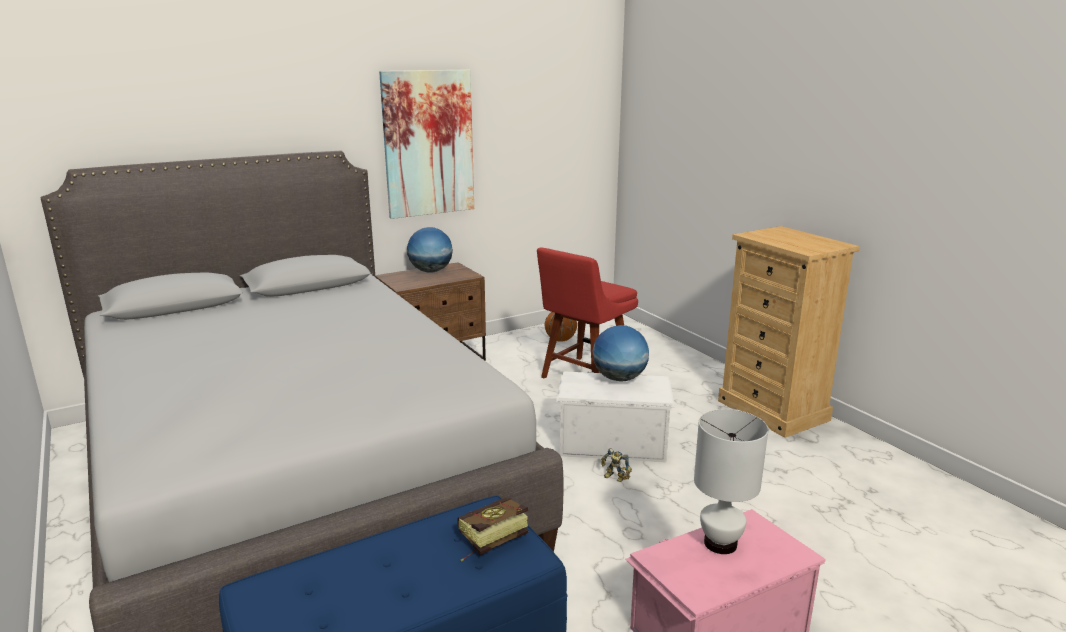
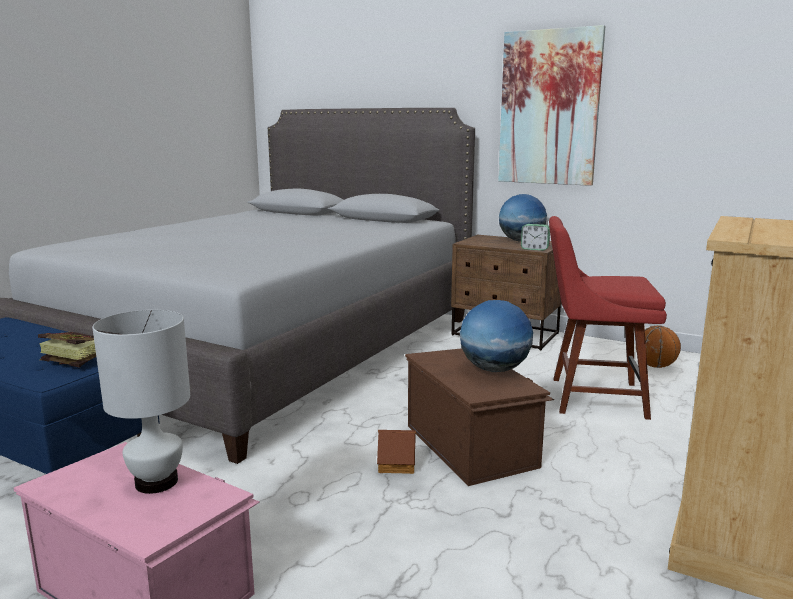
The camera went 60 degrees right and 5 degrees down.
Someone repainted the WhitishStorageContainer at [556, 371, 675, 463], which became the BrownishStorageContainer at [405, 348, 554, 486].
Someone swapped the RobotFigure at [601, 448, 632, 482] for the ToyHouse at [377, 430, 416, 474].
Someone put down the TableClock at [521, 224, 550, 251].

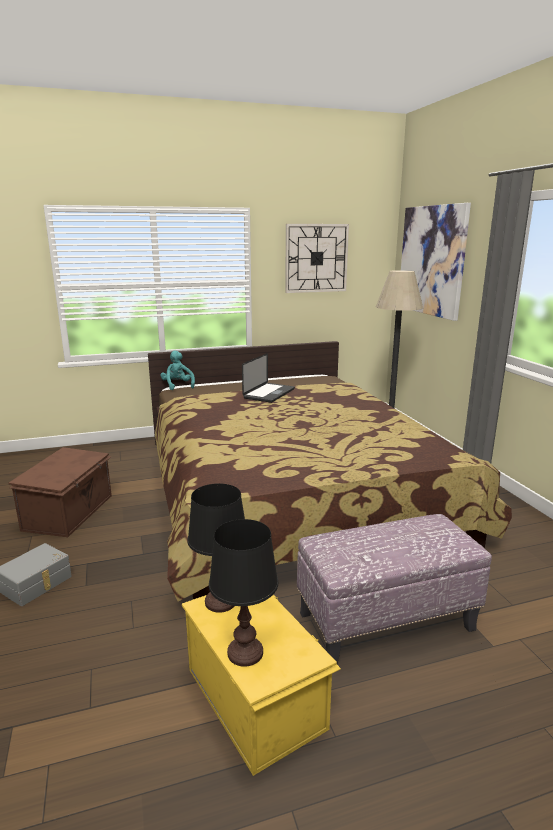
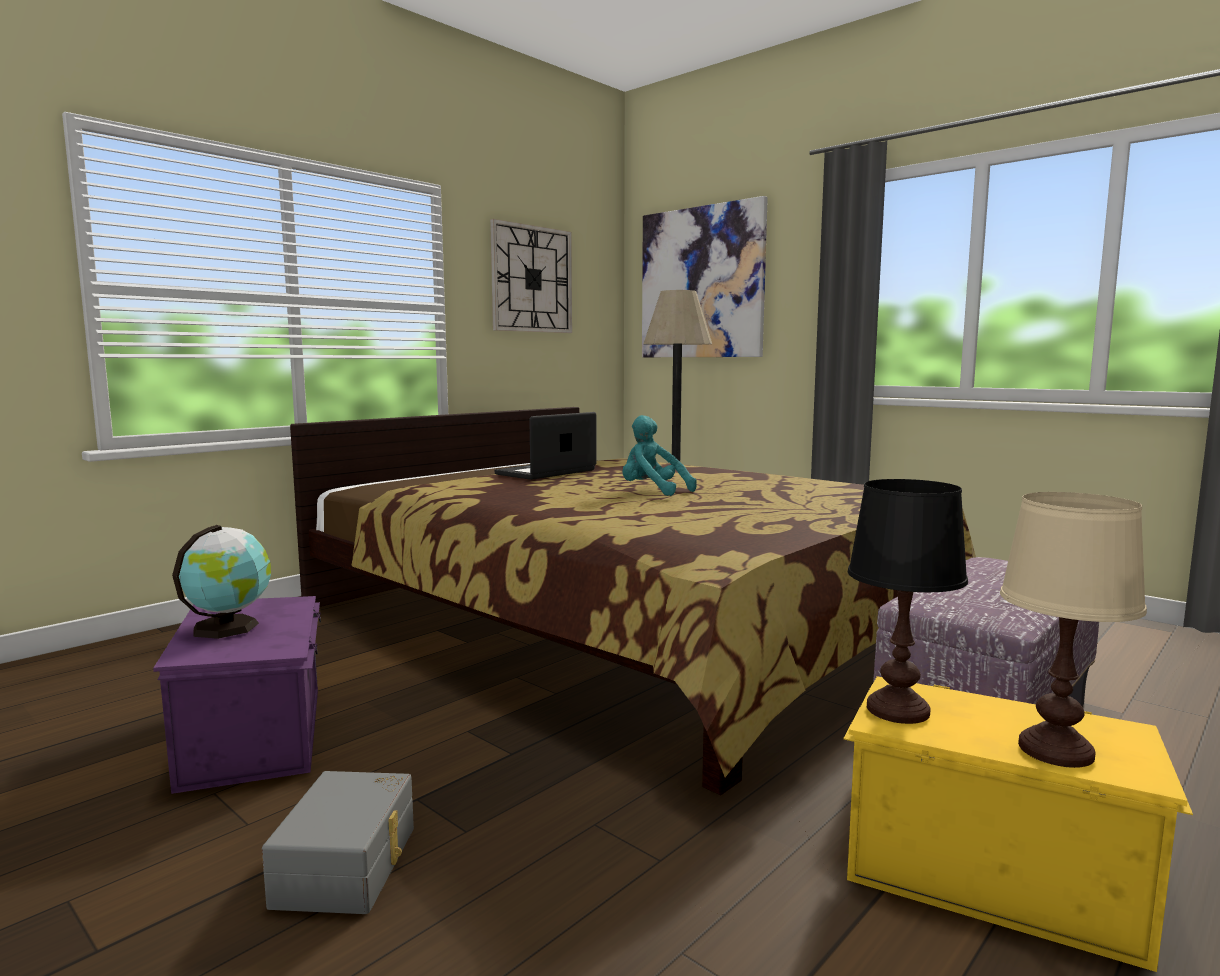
The camera went 30 degrees left and 10 degrees down.
Someone carried the TurquoiseColouredSoftToy from [160, 351, 195, 390] to [622, 415, 697, 496].
Someone rotated the NotebookComputer at [242, 353, 295, 403] by 135 degrees counterclockwise.
Someone repainted the BrownishStorageContainer at [8, 447, 112, 537], which became the PurplishStorageContainer at [153, 596, 321, 794].
Someone repainted the BlackTableLamp at [209, 519, 278, 667], which became the SandColouredTableLamp at [1000, 492, 1147, 768].
Someone put down the WorldGlobe at [172, 525, 271, 639].

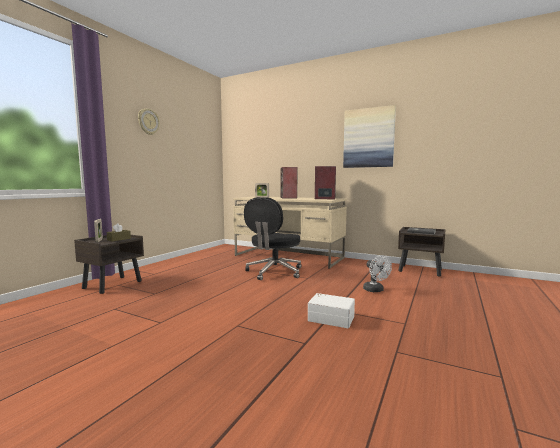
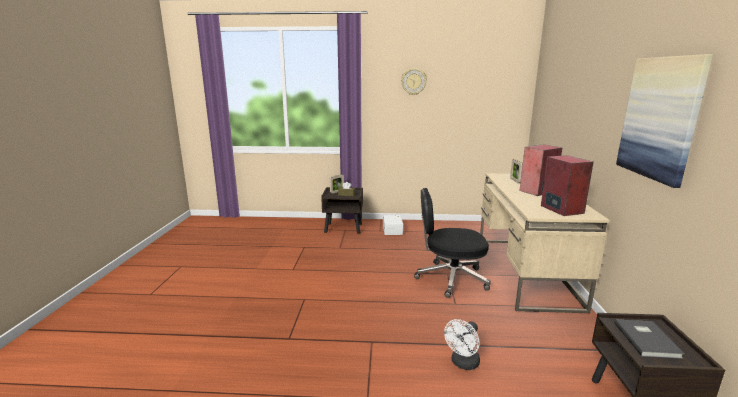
The camera went 65 degrees right and 10 degrees up.
Someone carried the WhitishStorageContainer from [308, 293, 355, 328] to [383, 215, 403, 235].

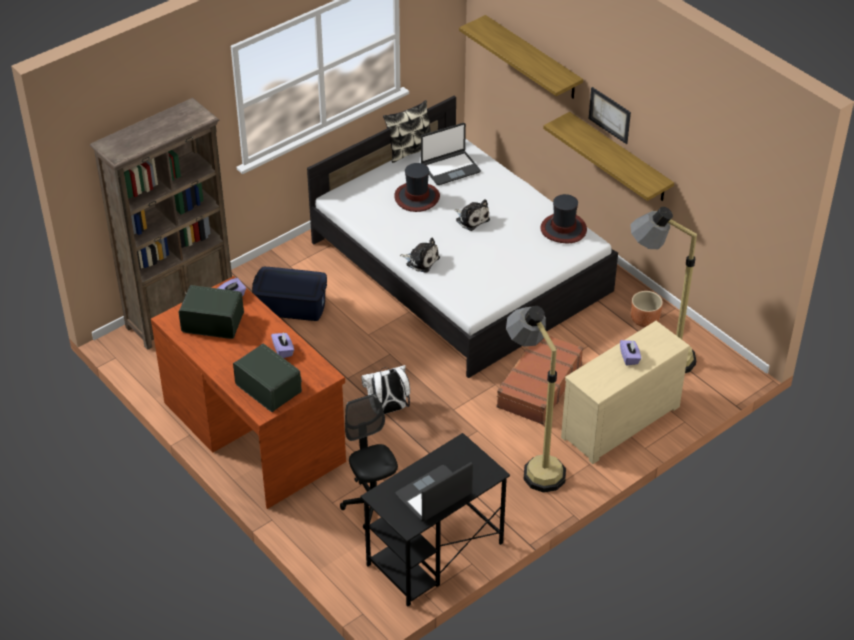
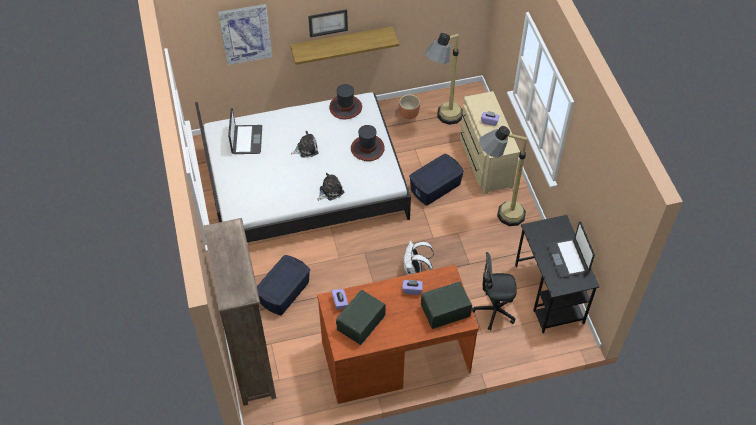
The camera went 65 degrees left and 10 degrees up.
Someone swapped the Shelf at [459, 15, 583, 99] for the WallPicture at [218, 4, 273, 65].
Someone took away the ThrowPillow at [383, 100, 431, 163].
Someone carried the Hat from [394, 163, 440, 212] to [351, 125, 385, 161].
Someone swapped the BrownishTravelCase at [497, 336, 583, 425] for the BlueStorageContainer at [409, 154, 464, 205].

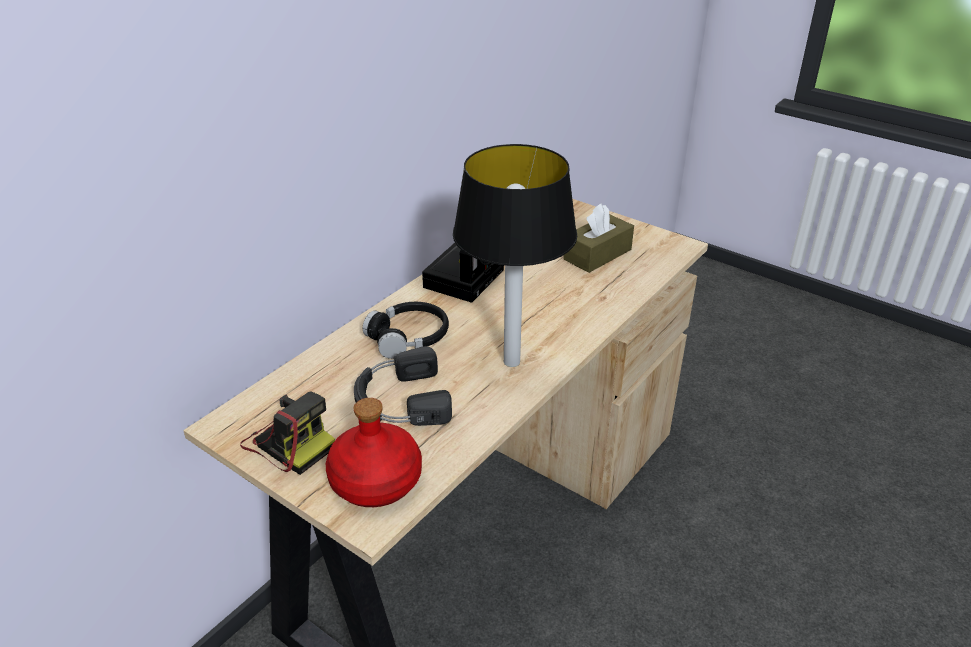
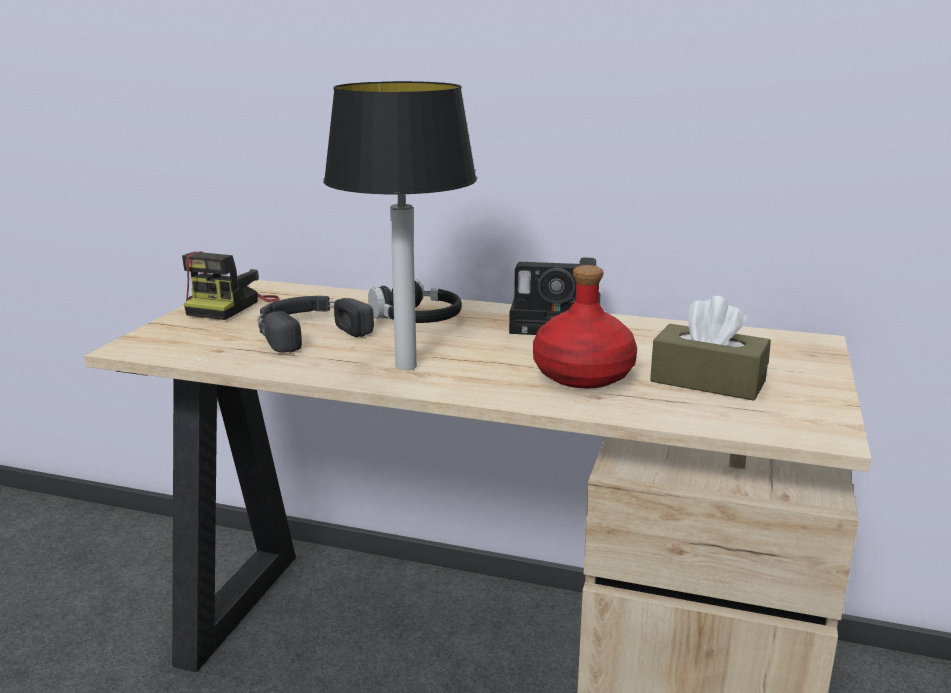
The camera went 70 degrees right and 15 degrees down.
Someone carried the ReddishDrinkBottle from [326, 398, 422, 507] to [533, 265, 637, 388].

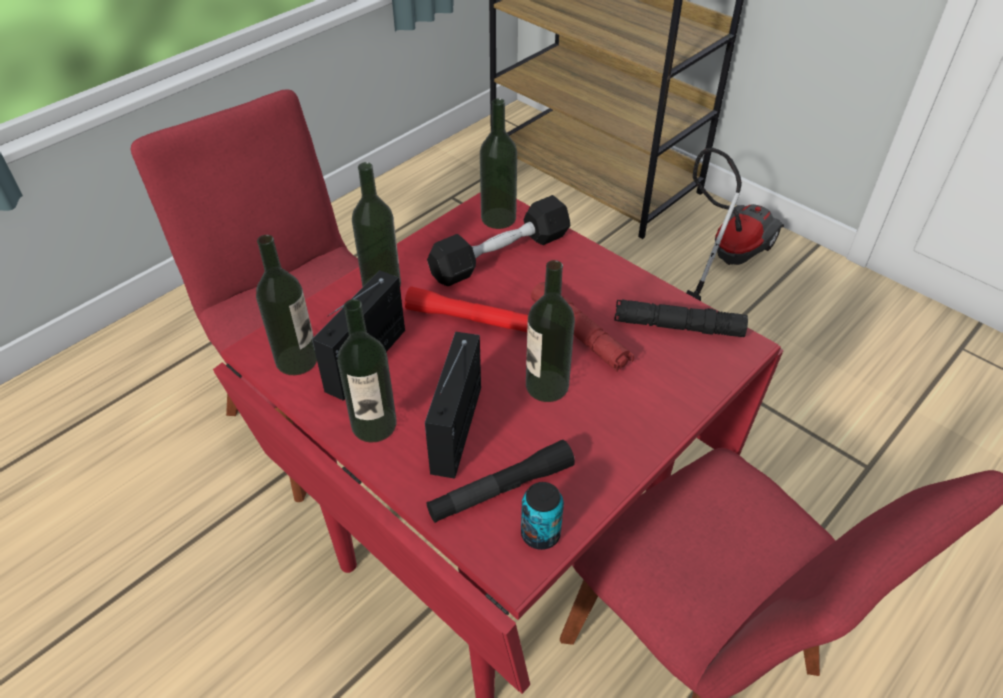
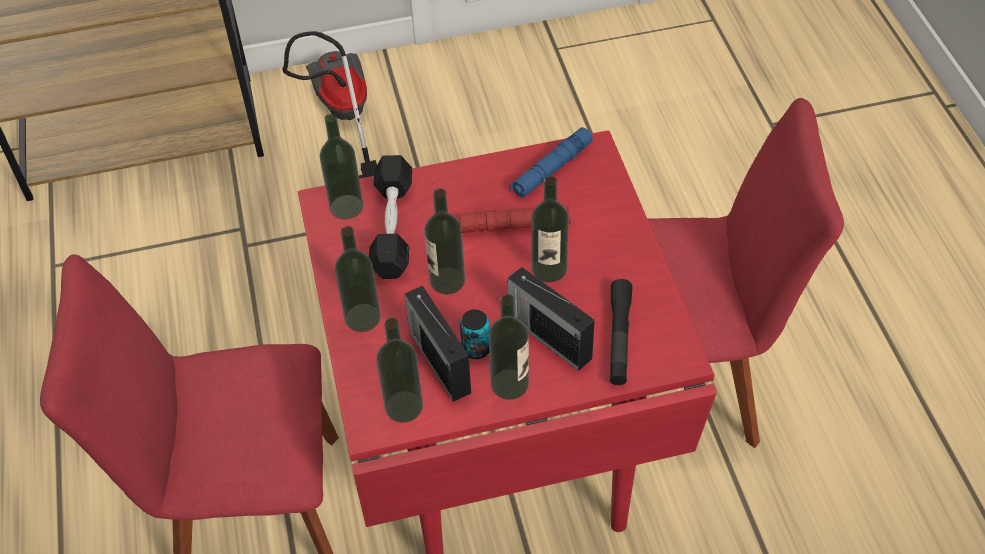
The camera went 55 degrees left and 5 degrees up.
Someone swapped the ReddishFlashlight at [405, 286, 528, 333] for the DrinkBottle at [424, 188, 465, 295].
Someone repainted the BlackFlashlight at [614, 299, 748, 337], which became the BlueFlashlight at [509, 127, 593, 199].
Someone carried the Can from [521, 482, 564, 550] to [460, 309, 490, 359].

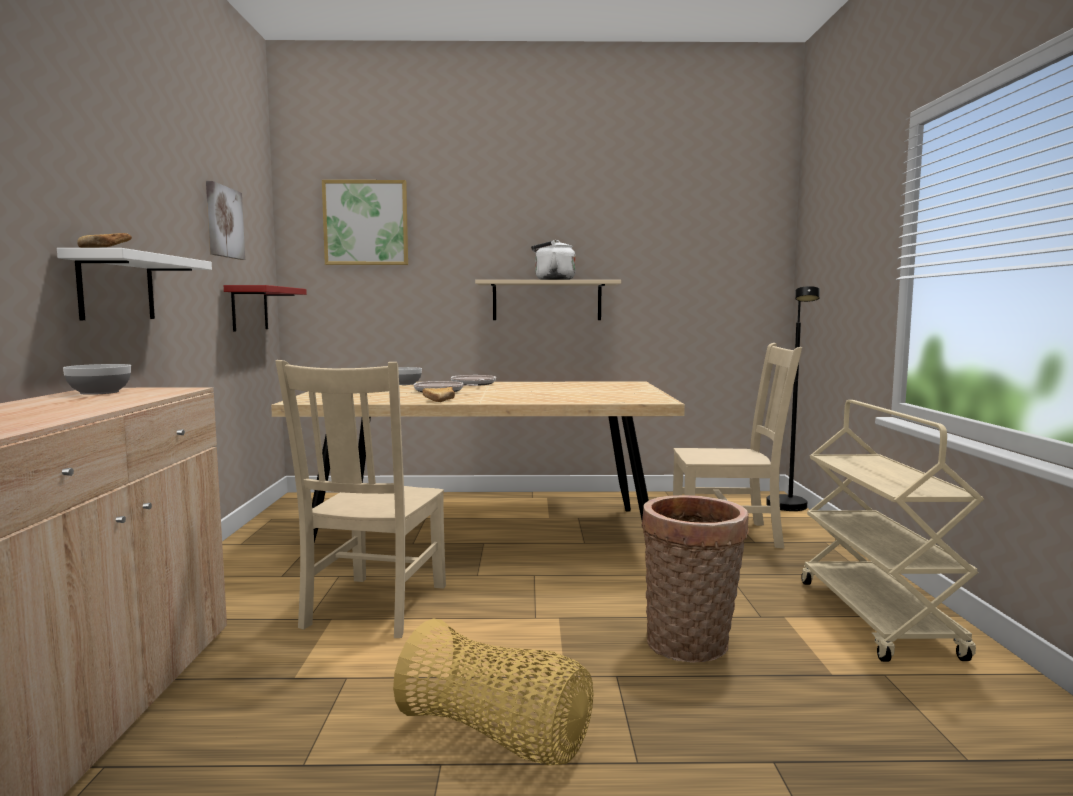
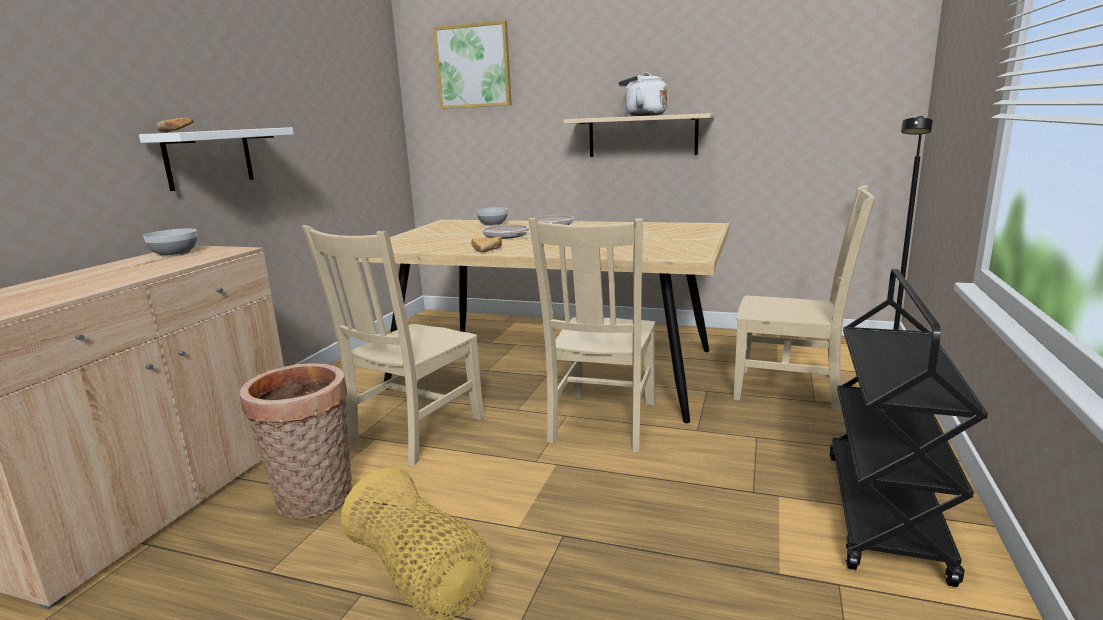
The camera went 20 degrees right and 10 degrees up.
Someone took away the WallPicture at [206, 181, 245, 260].
Someone took away the ReddishShelf at [224, 285, 307, 332].
Someone repainted the SandColouredWheeledCart at [801, 400, 984, 662], which became the BlackWheeledCart at [829, 269, 988, 587].
Someone carried the StorageBasket from [641, 495, 749, 662] to [240, 363, 352, 518].
Someone put down the SandColouredPlainChair at [528, 218, 655, 452].

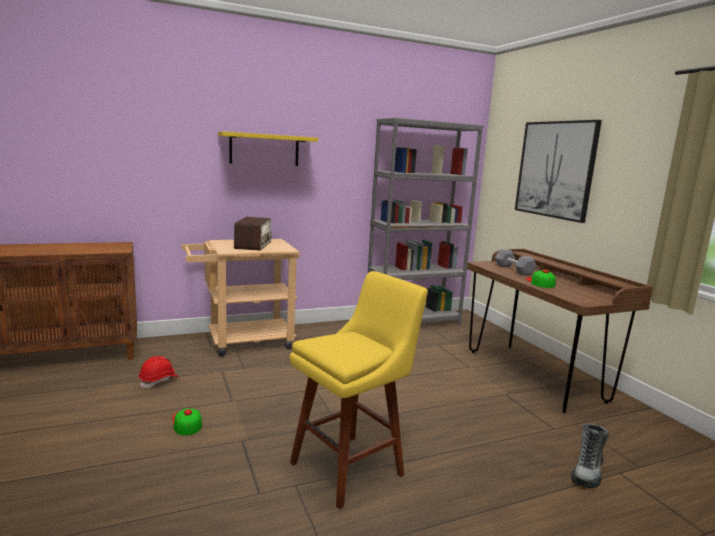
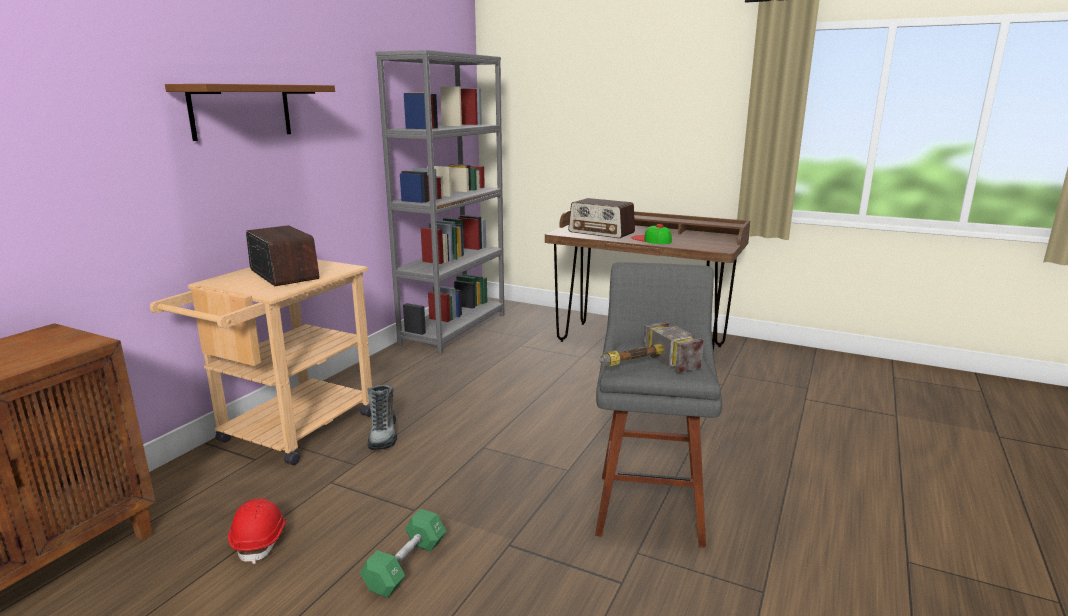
The camera went 40 degrees left and 5 degrees up.
Someone took away the WallPicture at [515, 120, 602, 223].
Someone repainted the YellowishShelf at [218, 131, 318, 166], which became the BrownishShelf at [165, 84, 335, 141].
Someone swapped the GreyishDumbbell at [495, 249, 537, 275] for the RadioReceiver at [568, 198, 635, 238].
Someone repainted the YellowishStool at [290, 271, 428, 510], which became the GreyishStool at [595, 262, 722, 548].
Someone swapped the PeakedCap at [172, 408, 202, 436] for the GreenColouredDumbbell at [360, 509, 446, 598].
Someone carried the TallBoot from [571, 424, 609, 488] to [367, 385, 397, 450].
Someone put down the HandHammer at [599, 322, 704, 373].

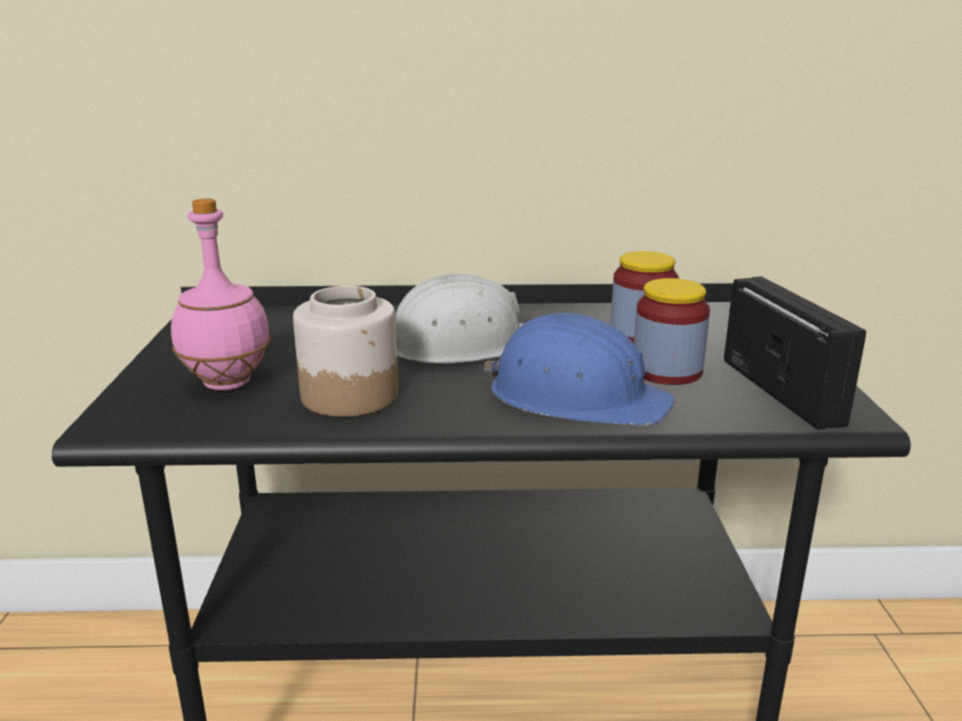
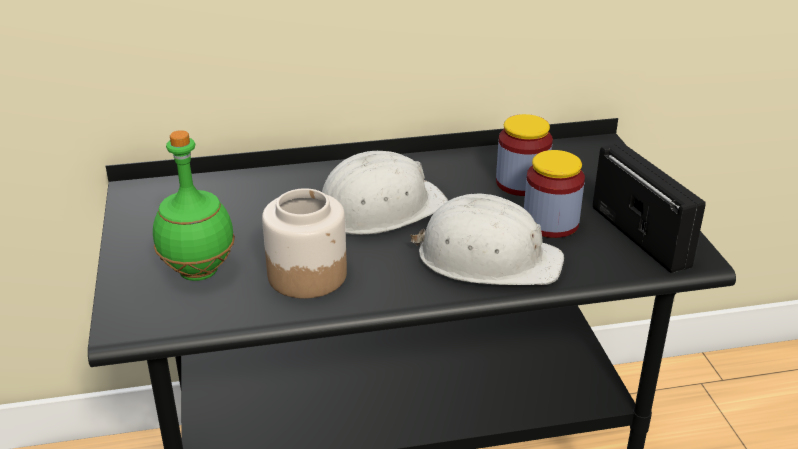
The camera went 10 degrees left and 10 degrees up.
Someone repainted the PinkColouredDrinkBottle at [171, 198, 271, 390], which became the GreenColouredDrinkBottle at [153, 130, 235, 281].
Someone repainted the BlueHardHat at [483, 313, 675, 426], which became the WhitishHardHat at [410, 194, 564, 285].

